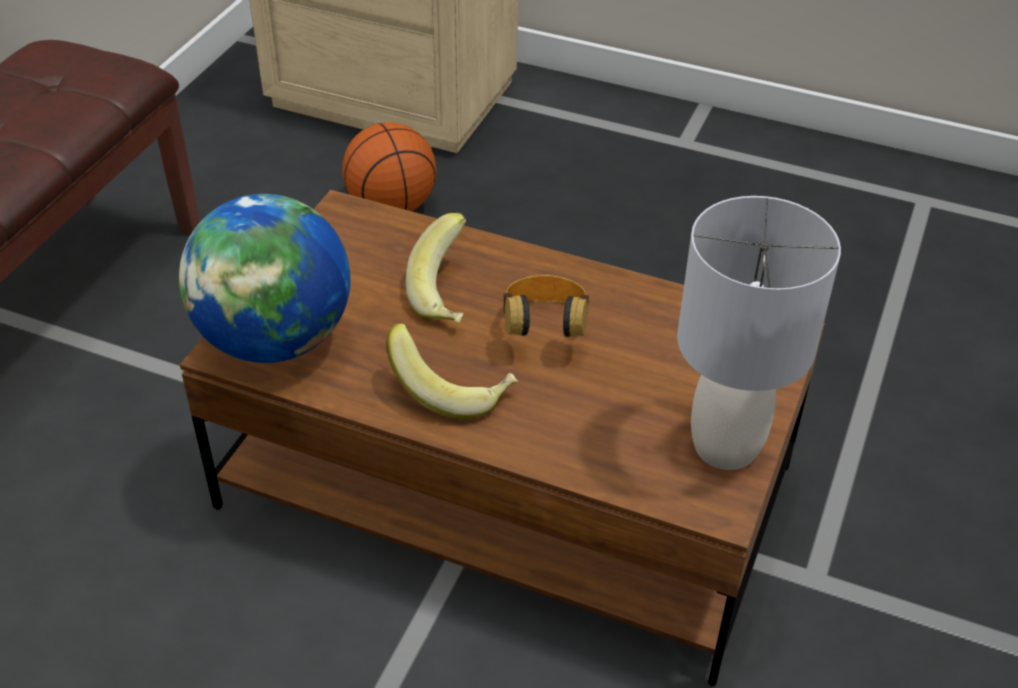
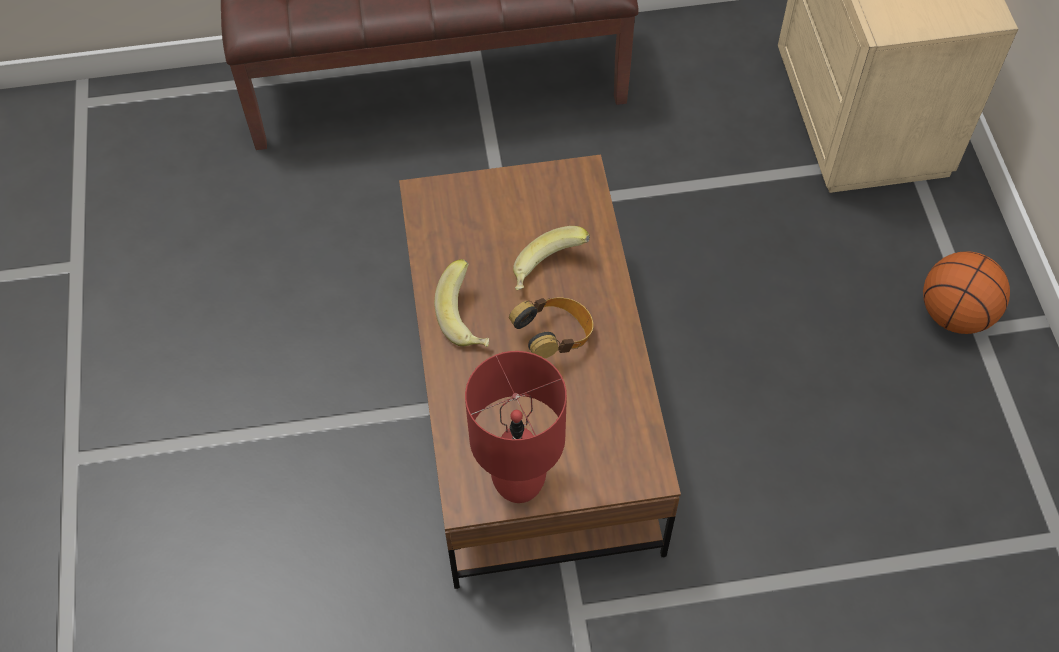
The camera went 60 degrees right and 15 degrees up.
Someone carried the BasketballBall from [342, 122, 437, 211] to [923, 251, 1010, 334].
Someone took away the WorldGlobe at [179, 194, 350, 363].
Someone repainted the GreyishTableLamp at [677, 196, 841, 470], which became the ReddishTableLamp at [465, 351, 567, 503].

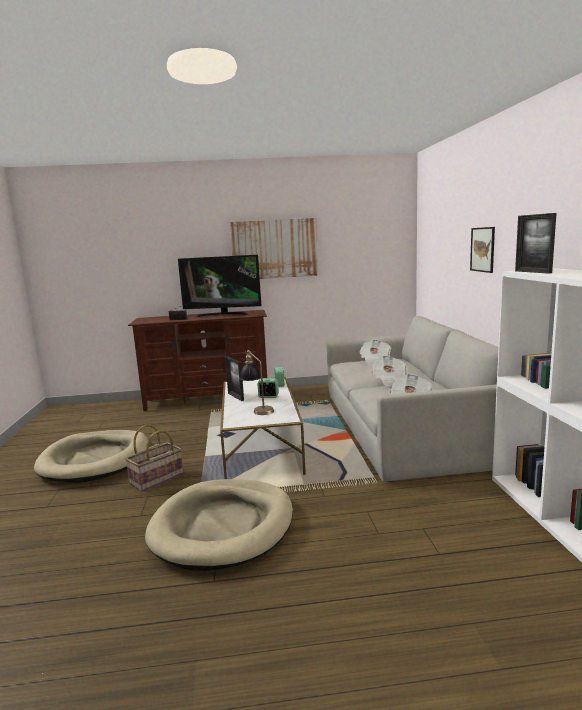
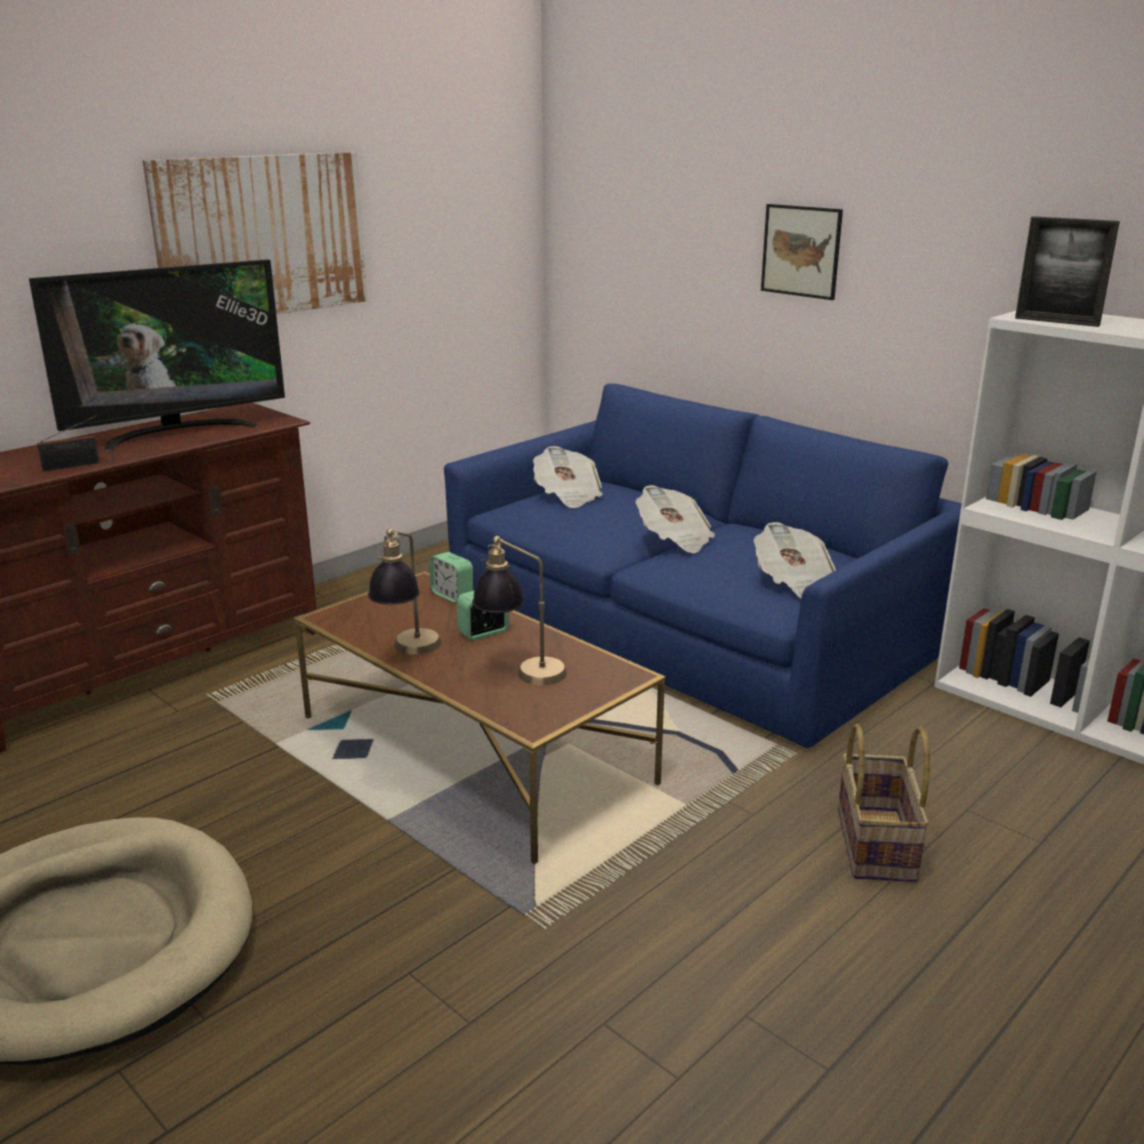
The camera went 40 degrees left and 10 degrees up.
Someone repainted the GreyishSofa at [326, 316, 499, 482], which became the BlueSofa at [444, 383, 962, 748].
Someone swapped the PictureFrame at [225, 357, 244, 401] for the TableLamp at [368, 528, 441, 655].
Someone repainted the WhitishCoffeeTable at [220, 377, 306, 479], which became the BrownishCoffeeTable at [295, 571, 665, 864].
Someone carried the StorageBasket from [125, 424, 183, 492] to [838, 724, 930, 882].
Someone took away the SandColouredDogCushion at [145, 479, 293, 571].

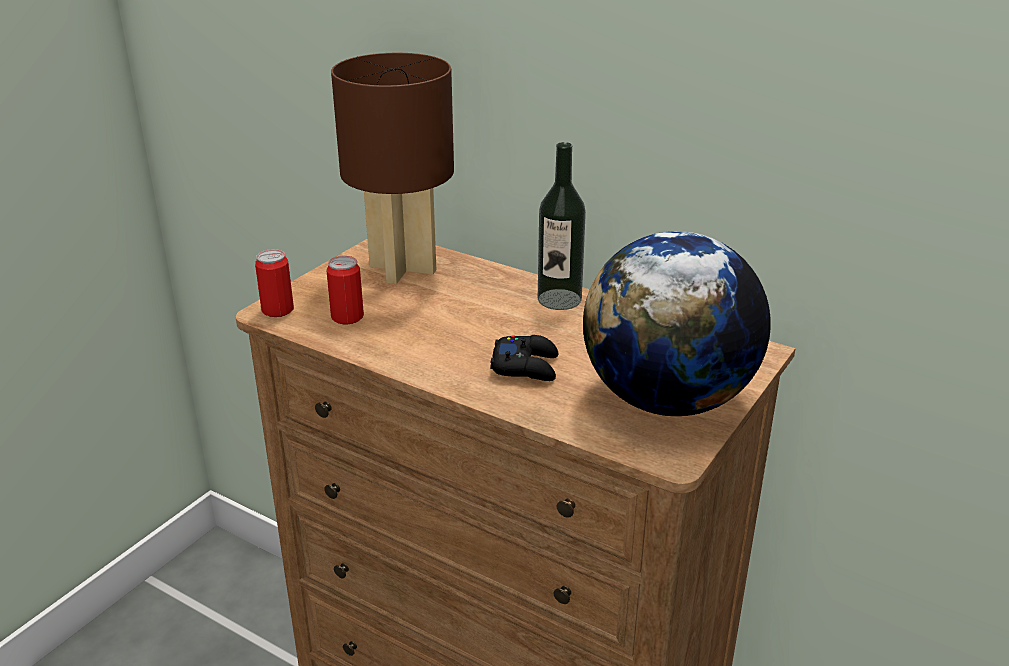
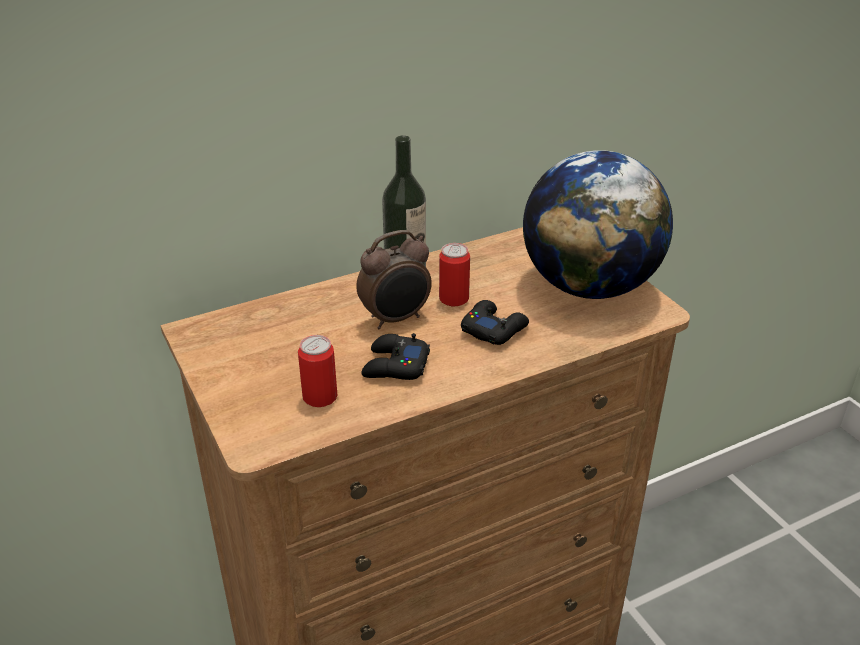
The camera went 60 degrees left and 5 degrees up.
Someone took away the BrownishTableLamp at [331, 53, 454, 284].
Someone carried the Can from [255, 249, 294, 317] to [439, 243, 470, 306].
Someone put down the TableClock at [356, 230, 432, 329].
Someone put down the BlackGameController at [361, 333, 430, 380].

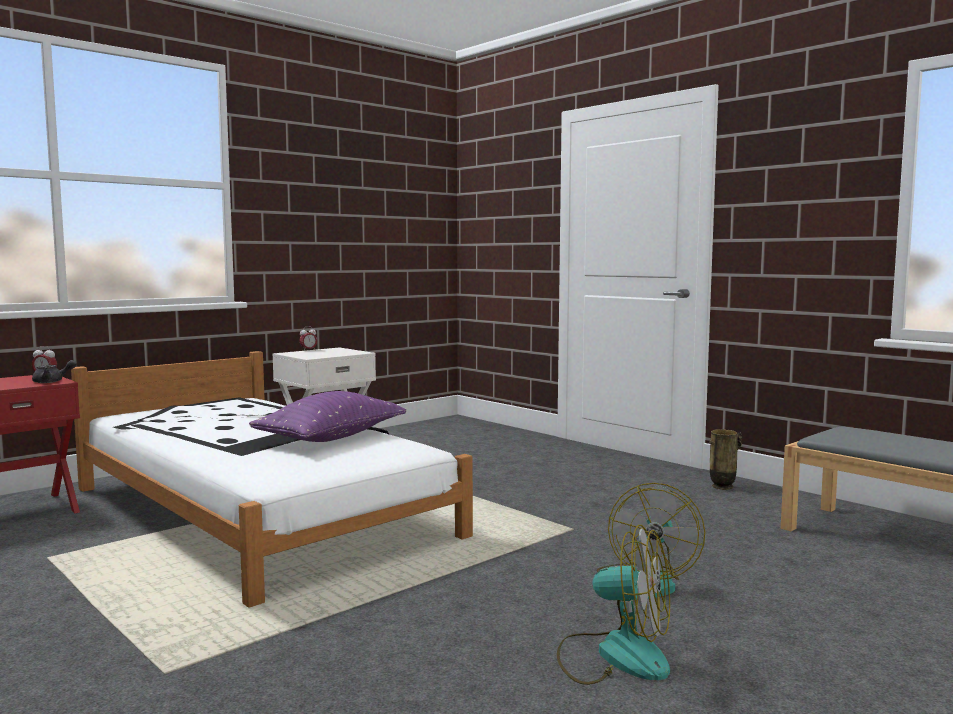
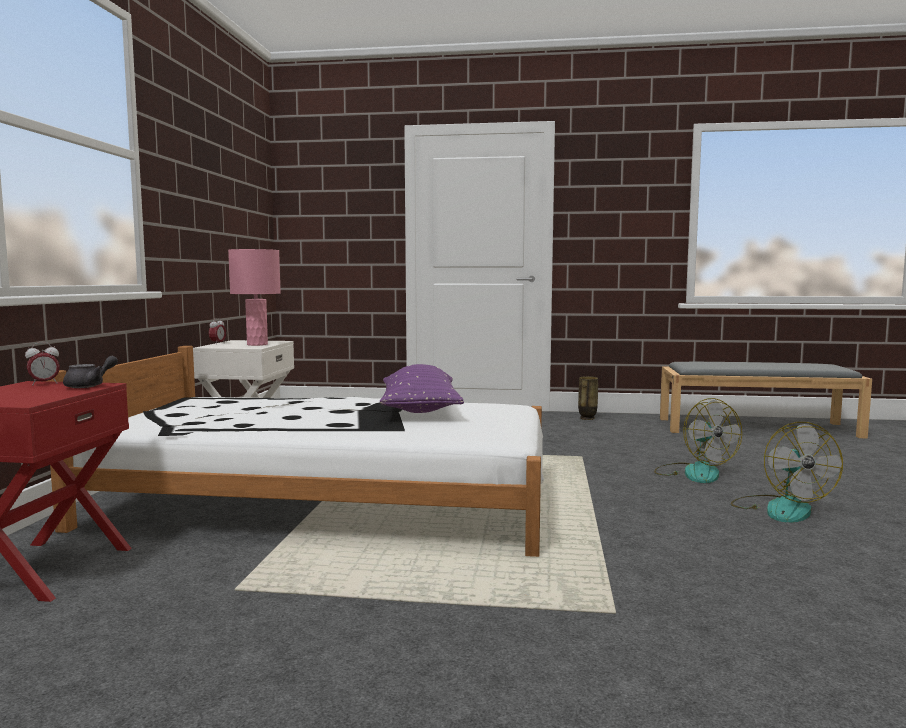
The camera went 40 degrees left and 0 degrees up.
Someone rotated the CoolingFan at [557, 525, 670, 685] by 105 degrees clockwise.
Someone put down the PinkColouredTableLamp at [228, 249, 281, 346].

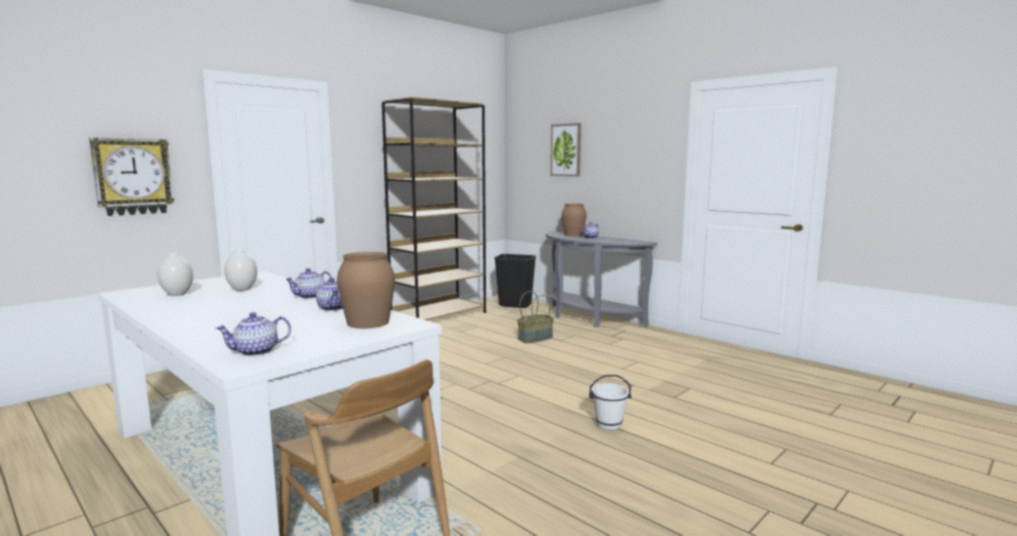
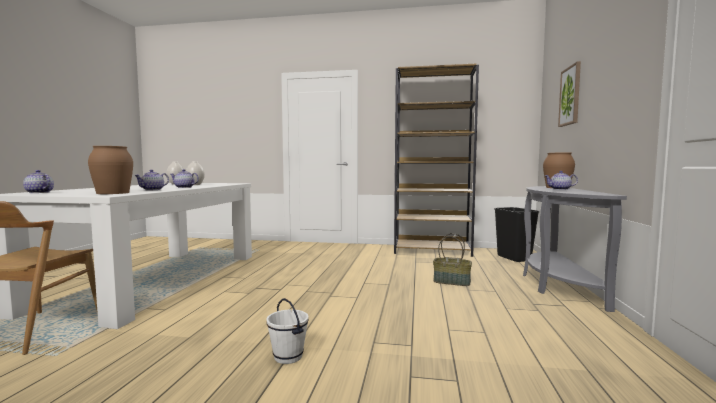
The camera went 55 degrees right and 5 degrees down.
Someone took away the HangingClock at [89, 138, 174, 216].

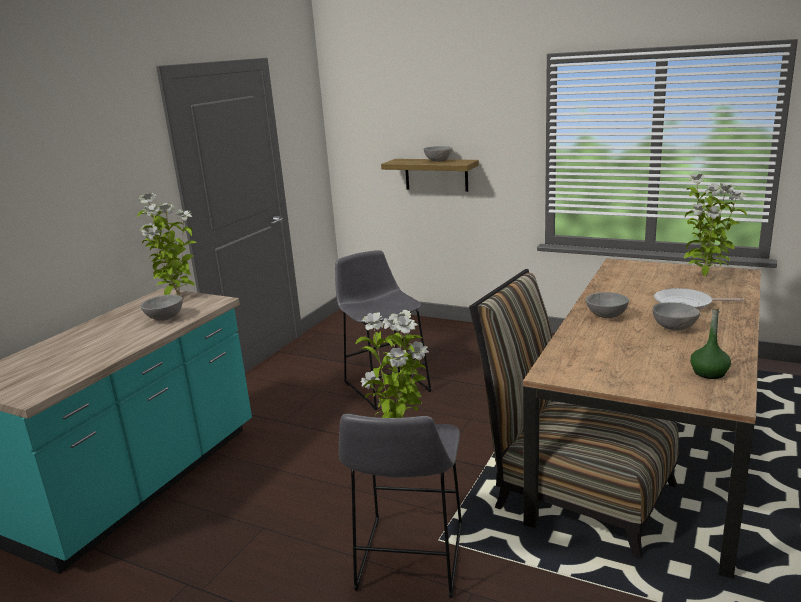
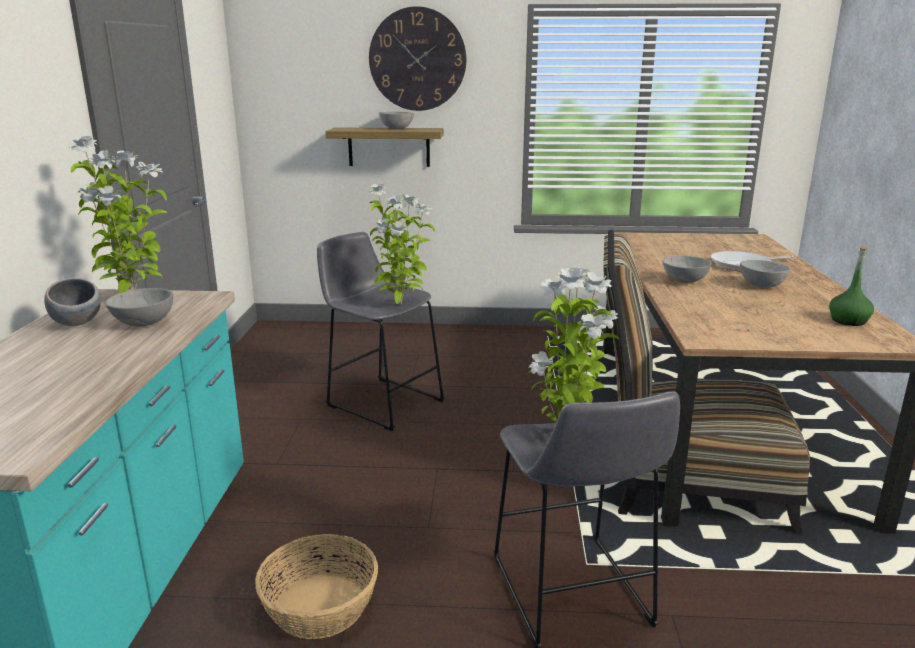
The camera went 25 degrees left and 0 degrees up.
Someone carried the Houseplant from [684, 173, 747, 277] to [368, 183, 435, 304].
Someone put up the HangingClock at [369, 6, 466, 111].
Someone put down the GreyishServingBowl at [44, 278, 101, 326].
Someone put down the StorageBasket at [255, 534, 378, 639].

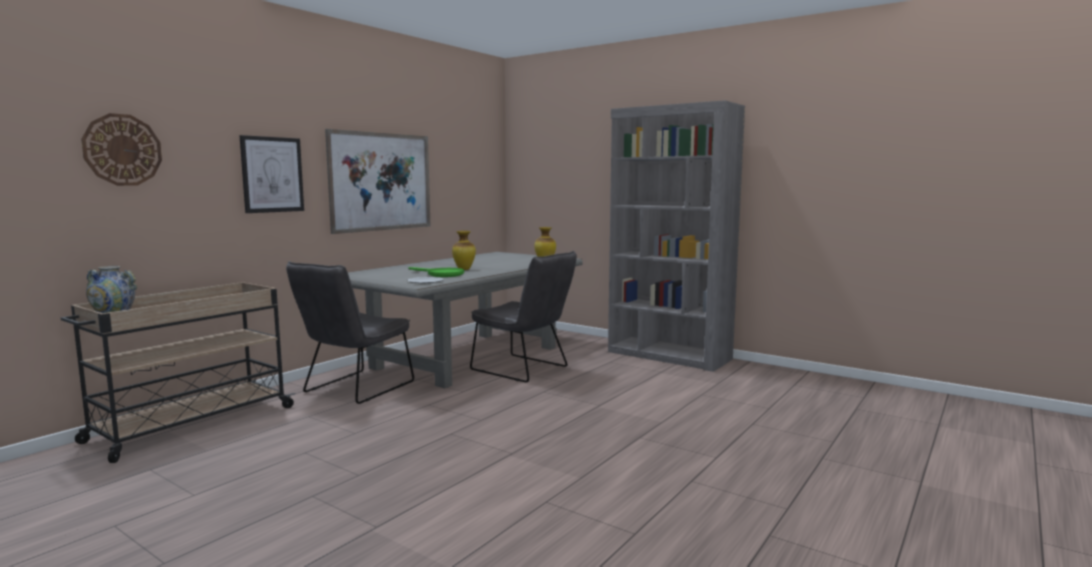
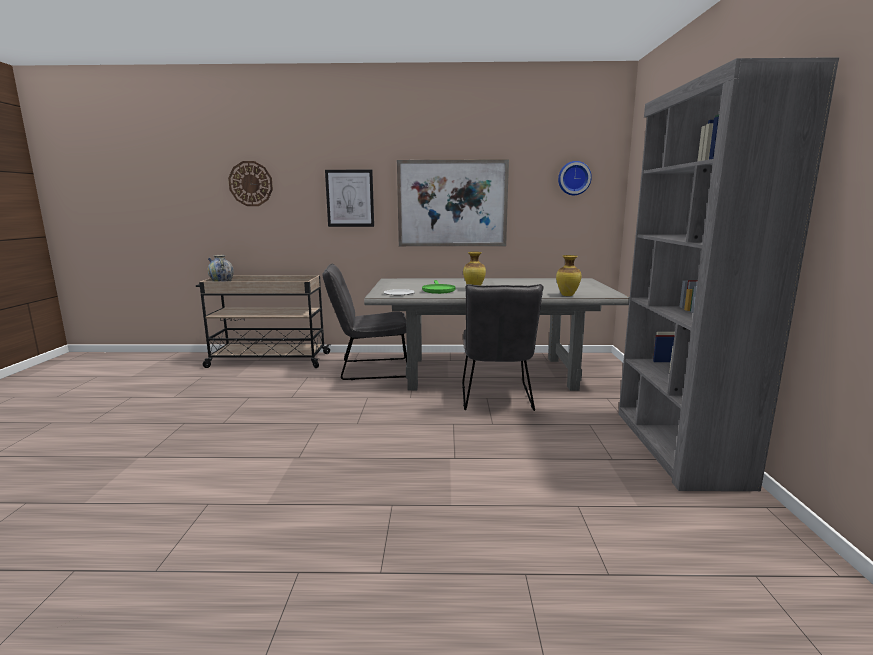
The camera went 55 degrees right and 5 degrees up.
Someone put up the HangingClock at [558, 161, 592, 195].

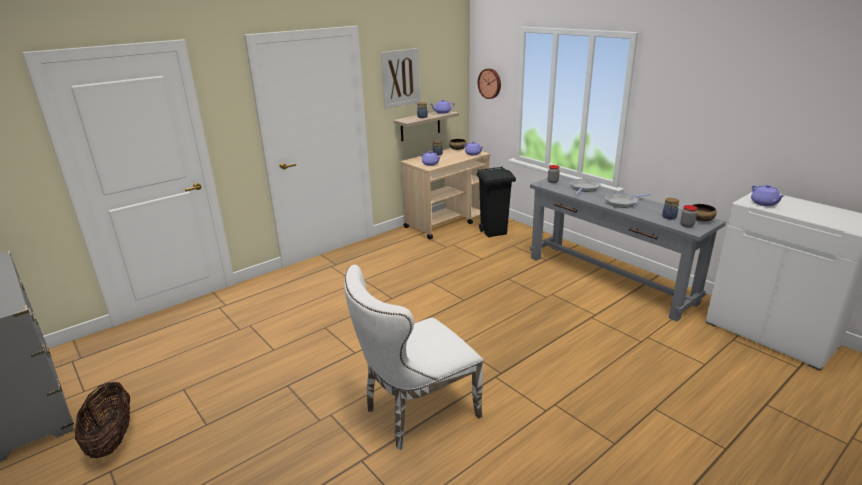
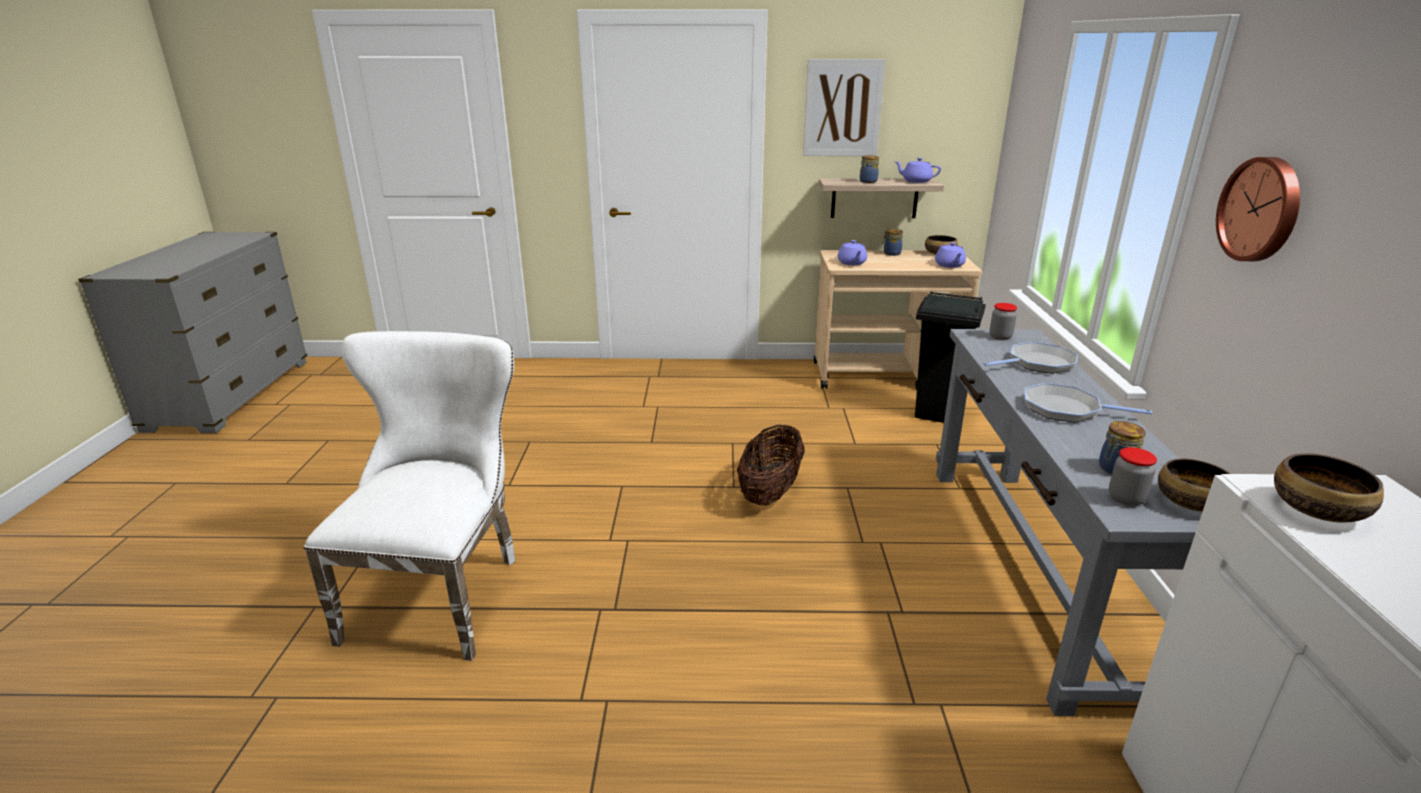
The camera went 40 degrees right and 0 degrees up.
Someone carried the HangingClock from [478, 69, 501, 99] to [1216, 157, 1300, 261].
Someone swapped the PurplishTeapot at [751, 184, 784, 206] for the ServingBowl at [1274, 453, 1384, 523].
Someone rotated the WhitishPlainChair at [344, 265, 483, 450] by 90 degrees clockwise.
Someone carried the StorageBasket from [75, 381, 130, 458] to [737, 425, 805, 506].

